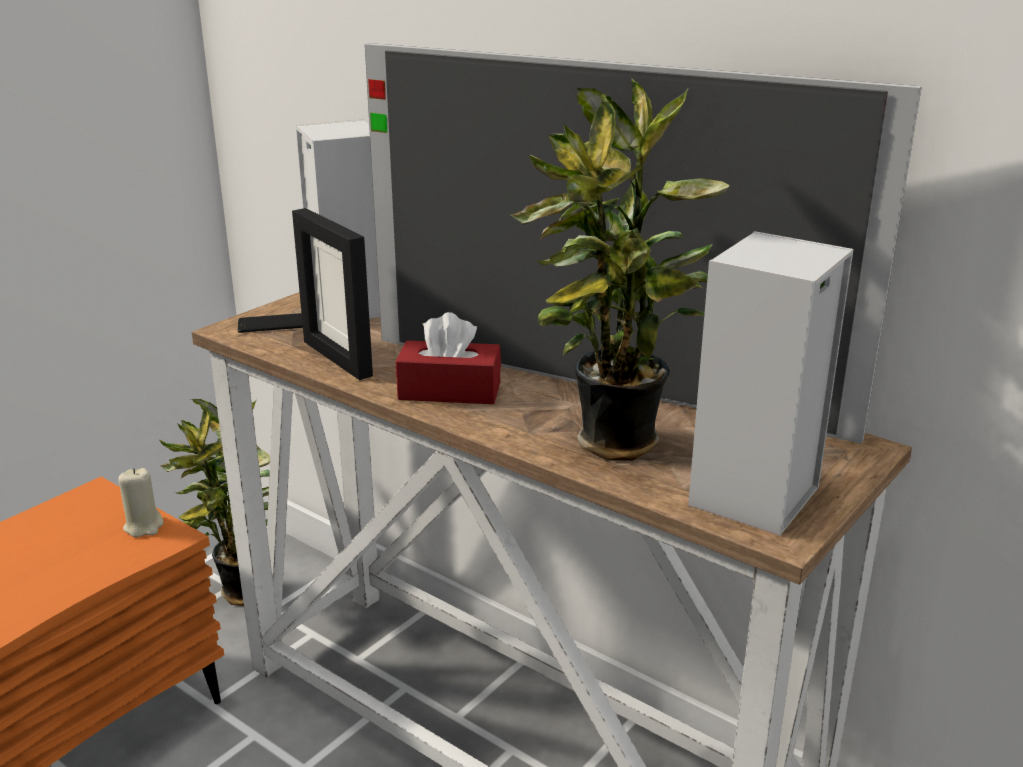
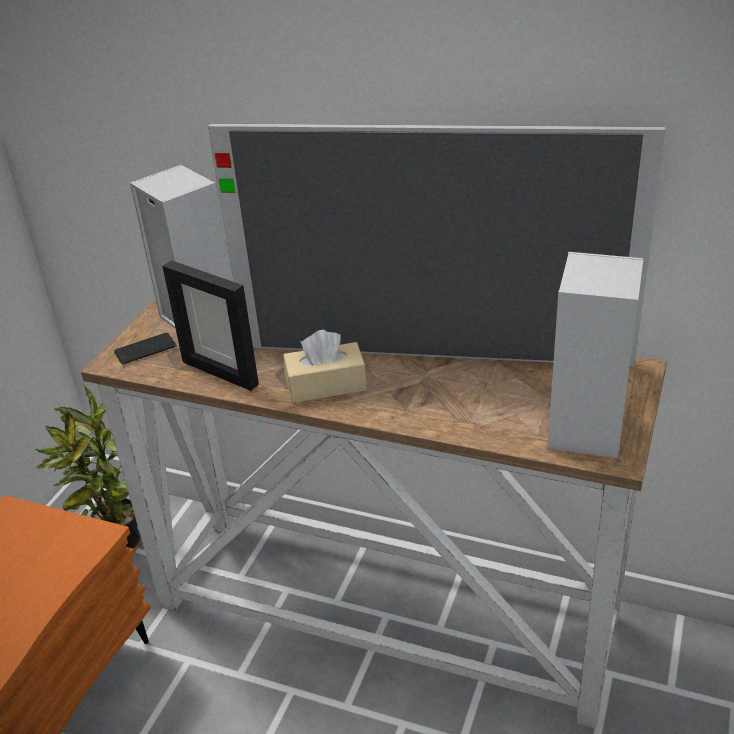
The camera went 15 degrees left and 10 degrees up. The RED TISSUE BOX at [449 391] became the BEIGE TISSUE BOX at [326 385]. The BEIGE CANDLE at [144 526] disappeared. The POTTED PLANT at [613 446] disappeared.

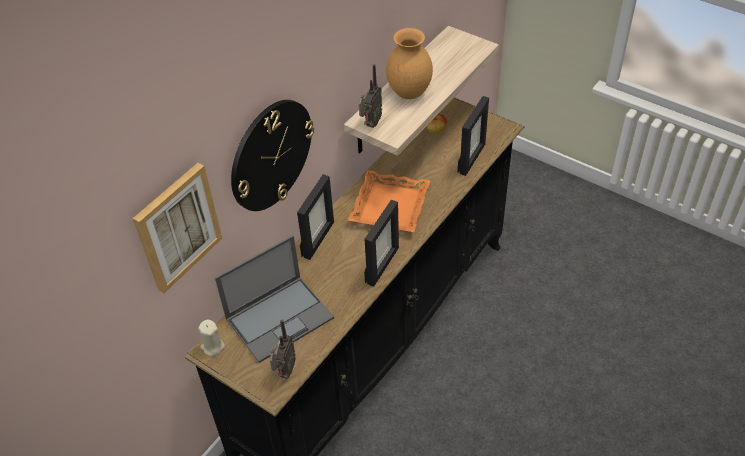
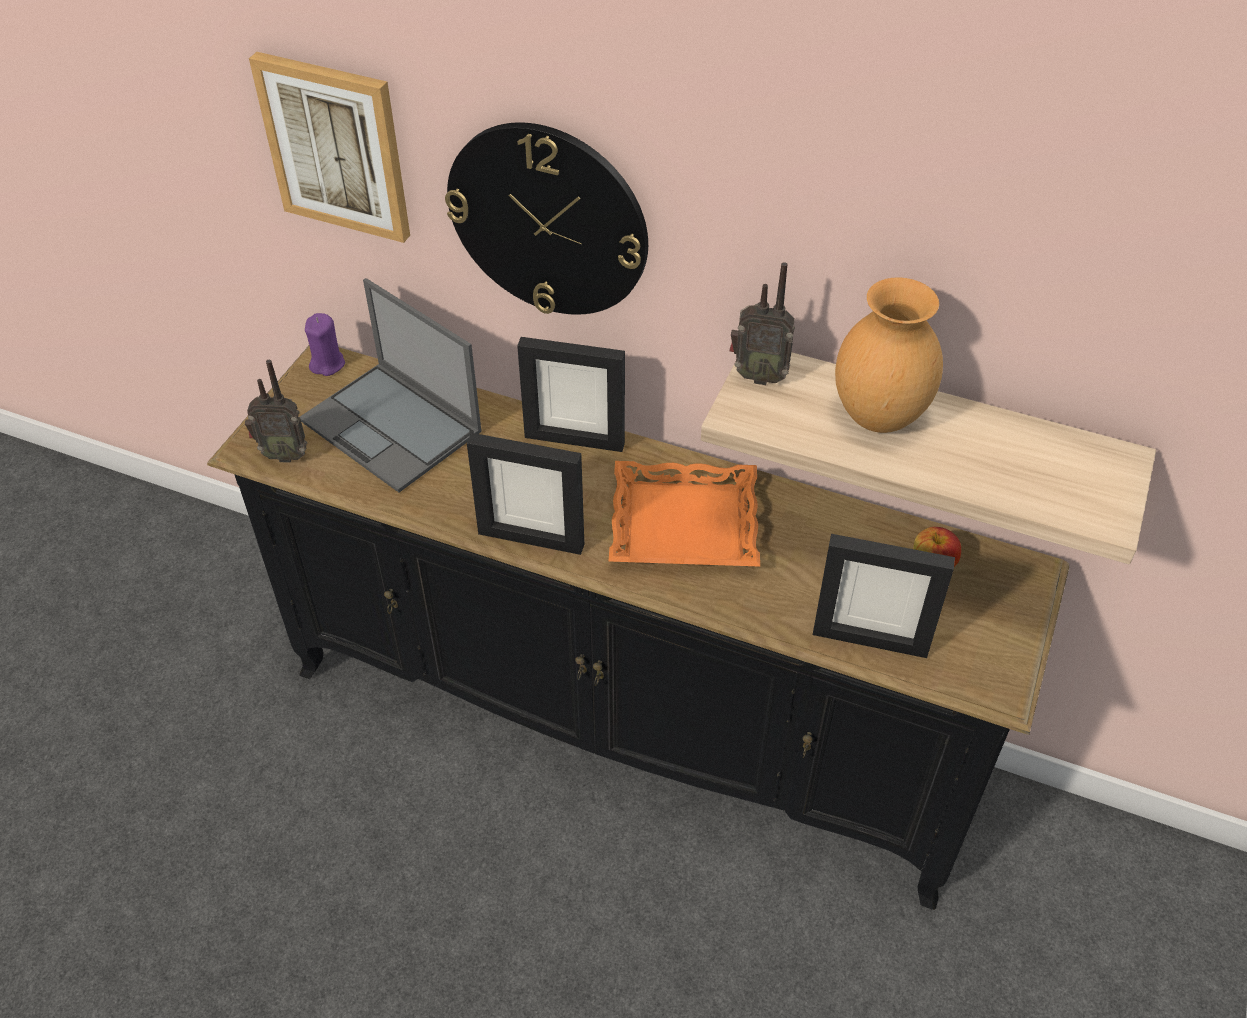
The camera went 75 degrees right and 0 degrees up. The BEIGE CANDLE at [213 347] became the PURPLE CANDLE at [327 364].

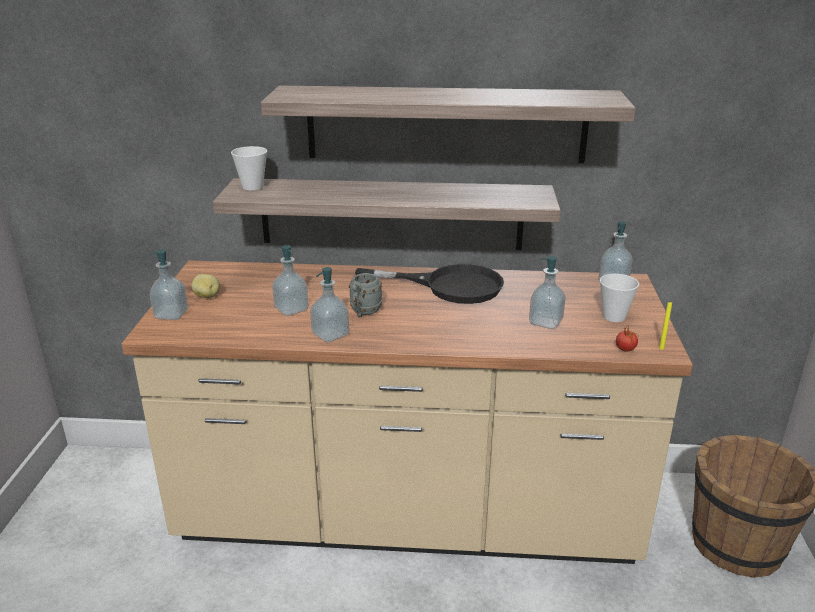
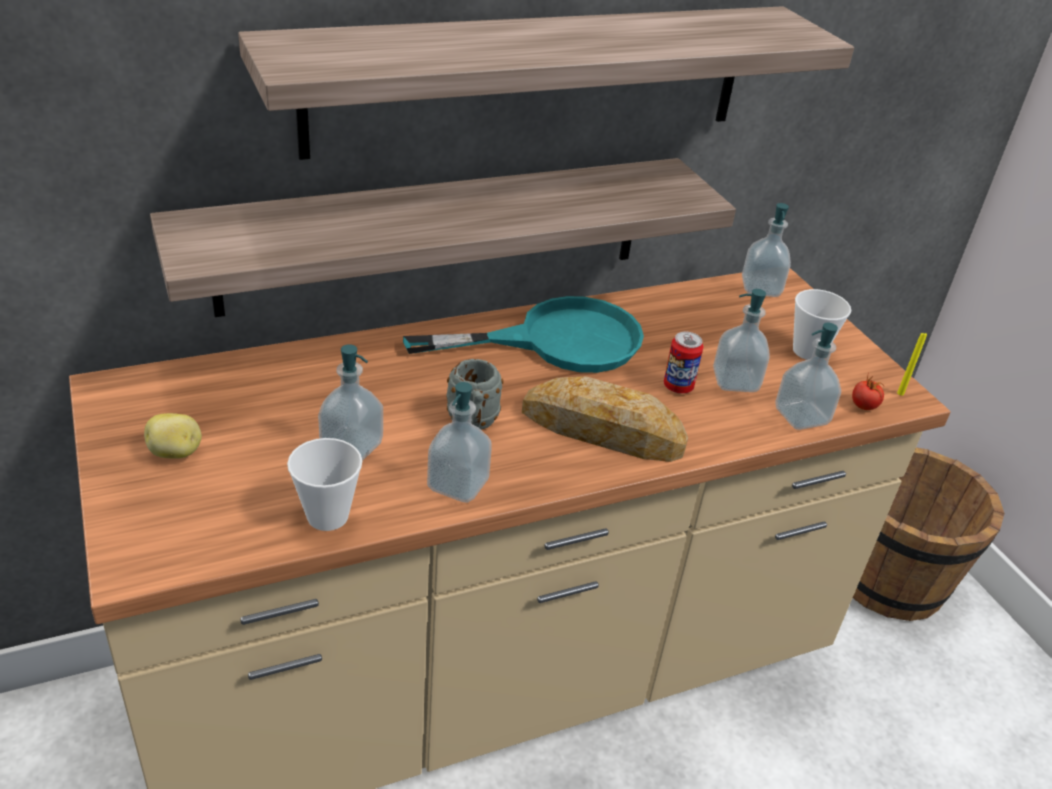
The camera went 30 degrees left and 10 degrees up. The CUP moved from [252 187] to [327 516]. The BLACK FRYING PAN at [449 286] became the TURQUOISE FRYING PAN at [557 341]. The BREAD at [602 430] appeared. The CAN at [678 387] appeared. The SOAP DISPENSER moved from [171 314] to [801 416].

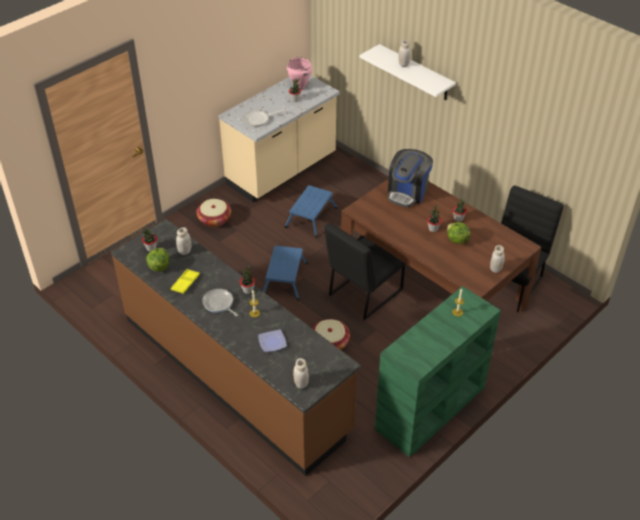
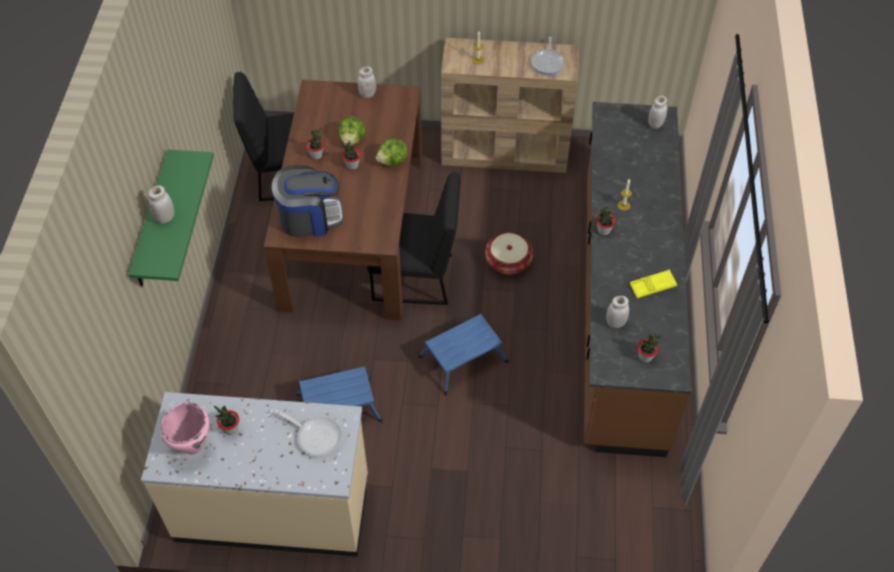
The camera went 130 degrees left and 10 degrees up. The WHITE SHELF at [415 73] became the GREEN SHELF at [152 222]. The LETTUCE moved from [159 266] to [393 161]. The GREEN BOOKCASE at [431 409] became the BROWN BOOKCASE at [504 150]. The FRYING PAN moved from [219 304] to [548 62]. The BASKET at [214 219] disappeared. The PLATE at [272 342] disappeared.

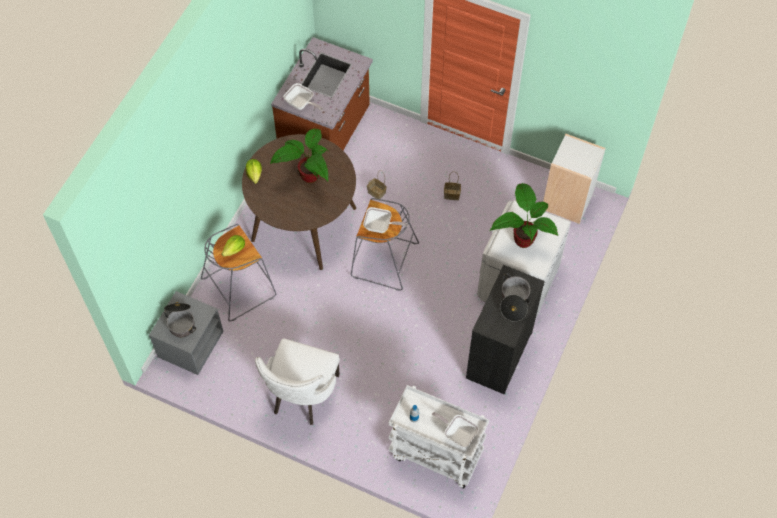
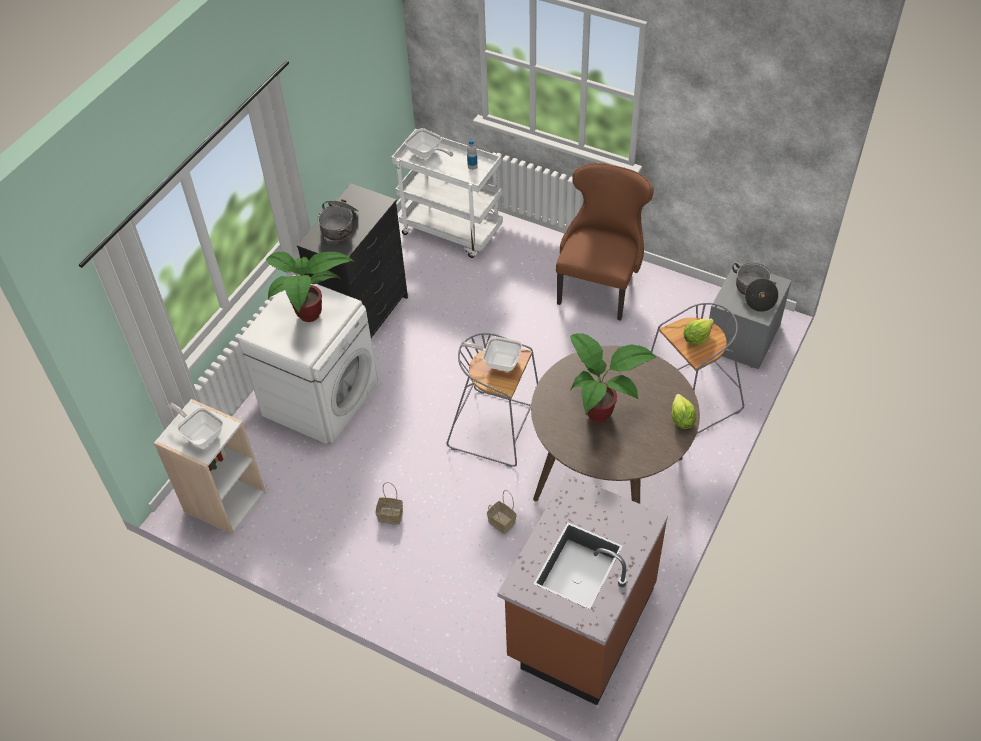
The camera went 175 degrees left and 10 degrees down. The FRYING PAN moved from [301 104] to [200 434]. The WHITE CHAIR at [302 395] became the BROWN CHAIR at [600 285].

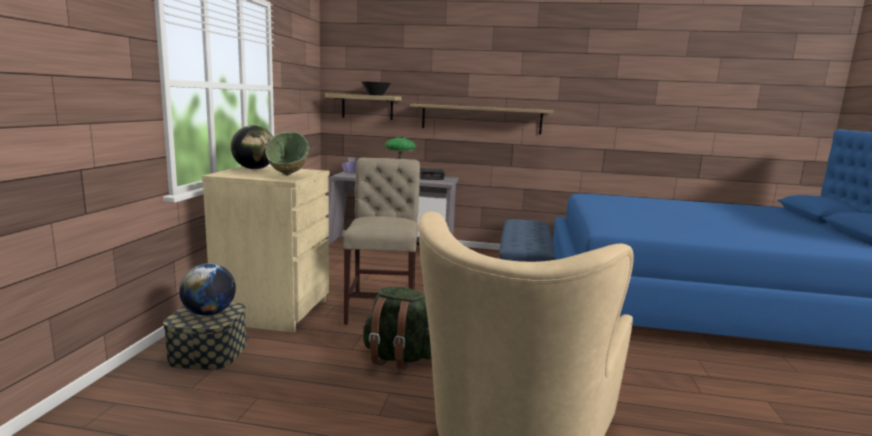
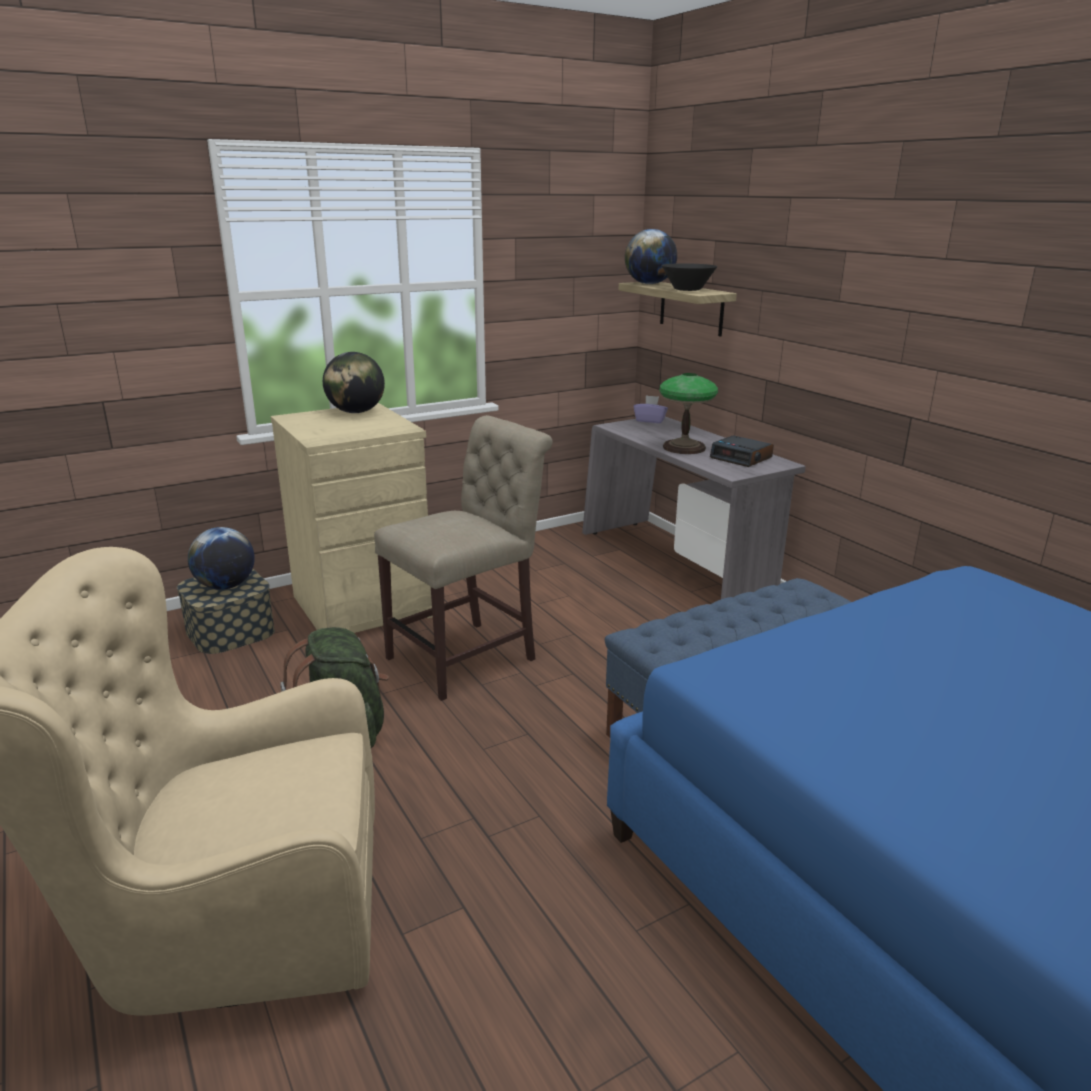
The camera went 50 degrees right and 10 degrees up. The GLOBE at [649 284] appeared. The GREEN BOWL at [288 177] disappeared. The SHELF at [481 119] disappeared.

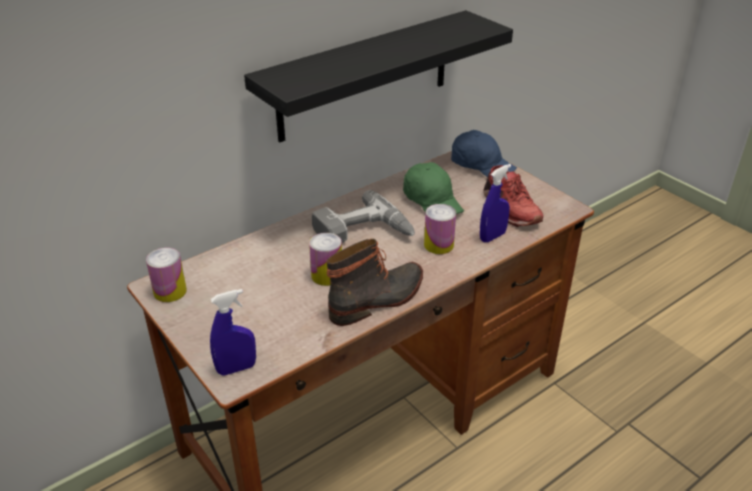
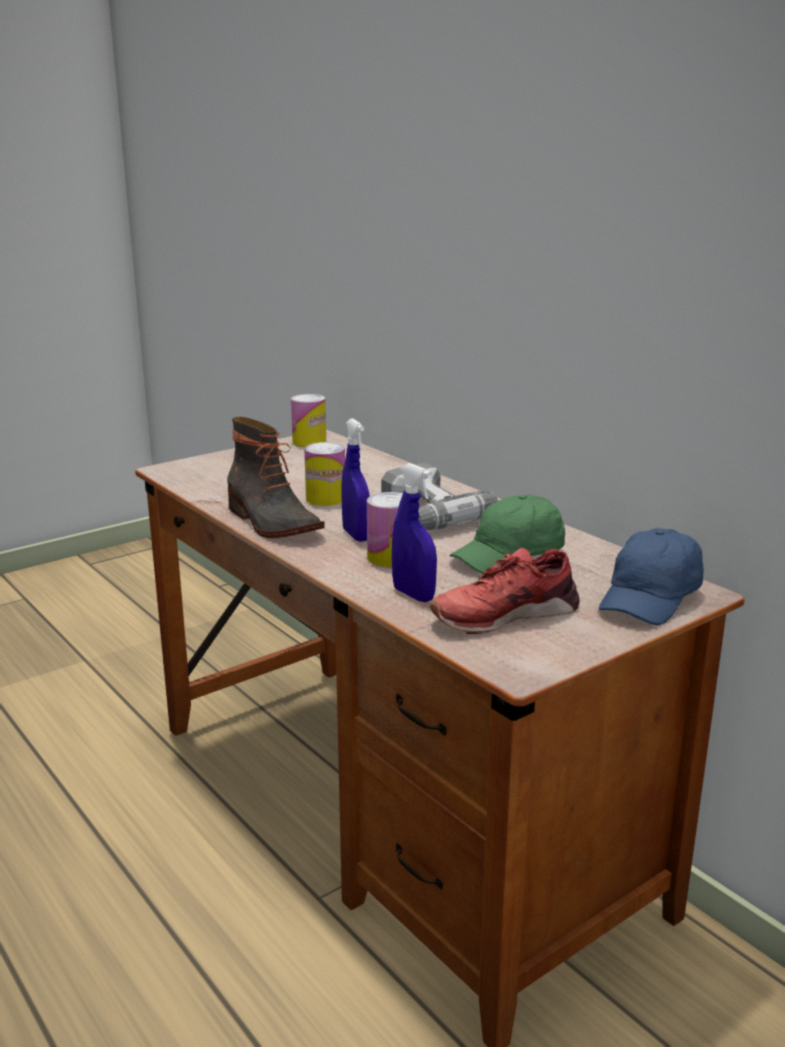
The camera went 90 degrees right and 15 degrees down. The BLUE SPRAY BOTTLE moved from [236 368] to [356 535]. The BLACK SHELF at [365 76] disappeared.

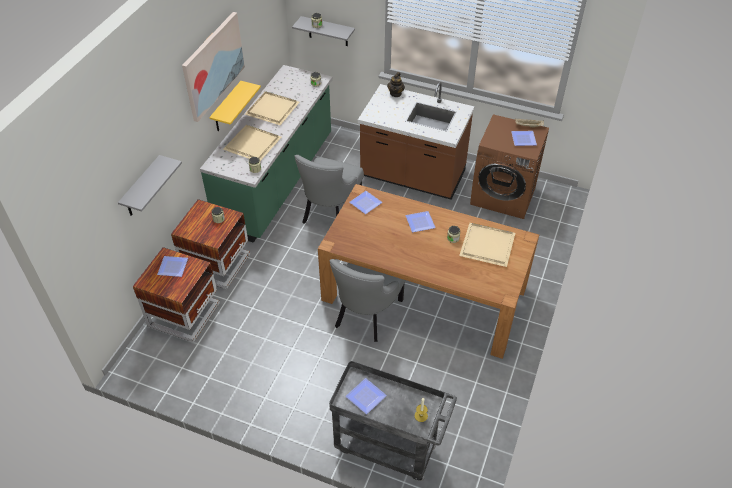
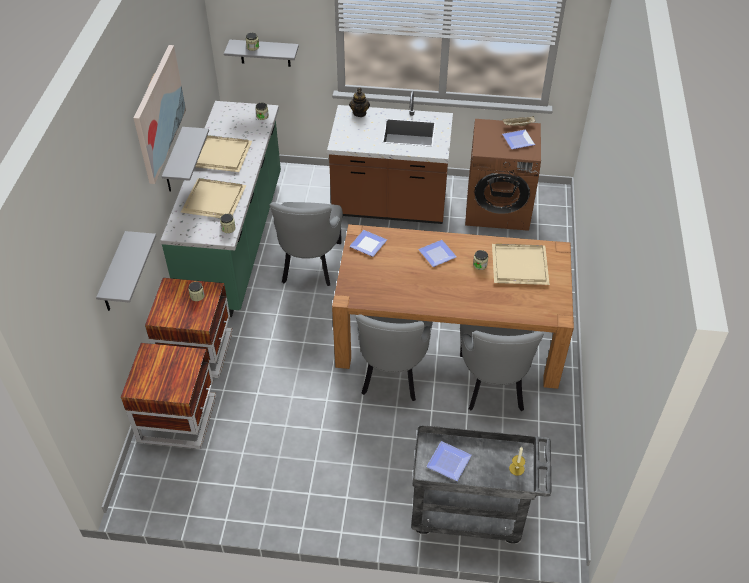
The camera went 15 degrees left and 0 degrees up. The YELLOW SHELF at [227 108] became the GREY SHELF at [174 162]. The GREY CHAIR at [493 381] appeared. The PLATE at [173 268] disappeared.

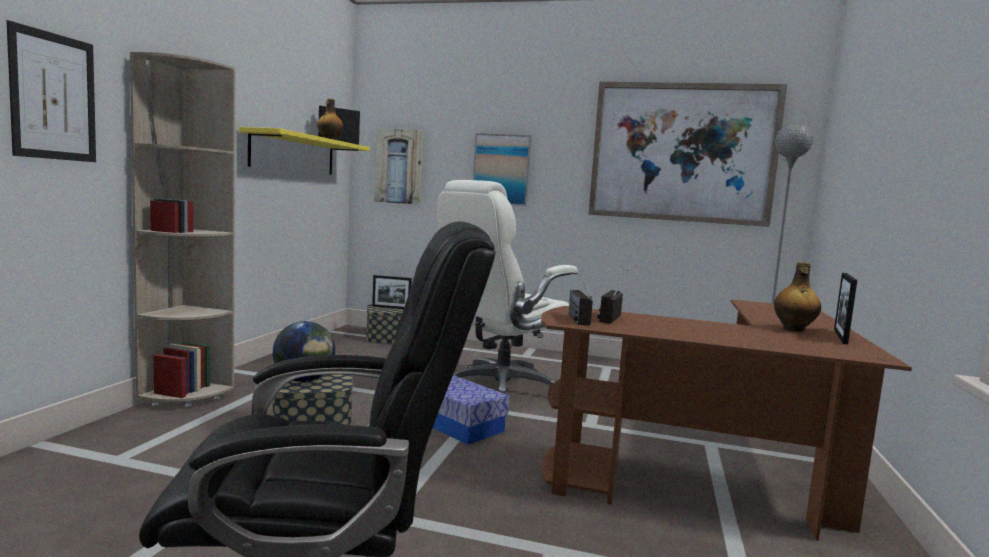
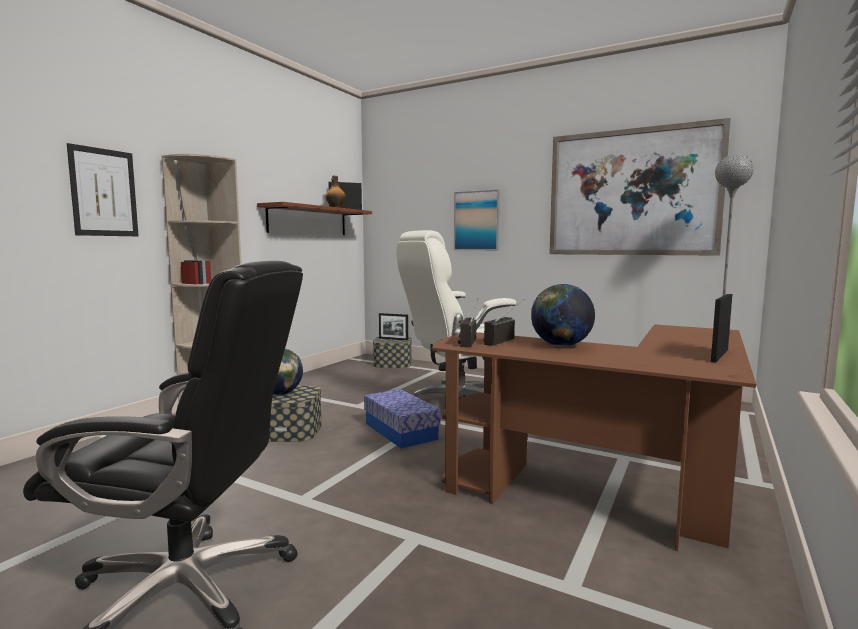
The camera went 15 degrees right and 0 degrees up. The YELLOW SHELF at [294 154] became the BROWN SHELF at [308 221]. The GLOBE at [561 346] appeared. The PICTURE at [399 166] disappeared. The BOTTLE at [793 329] disappeared.

